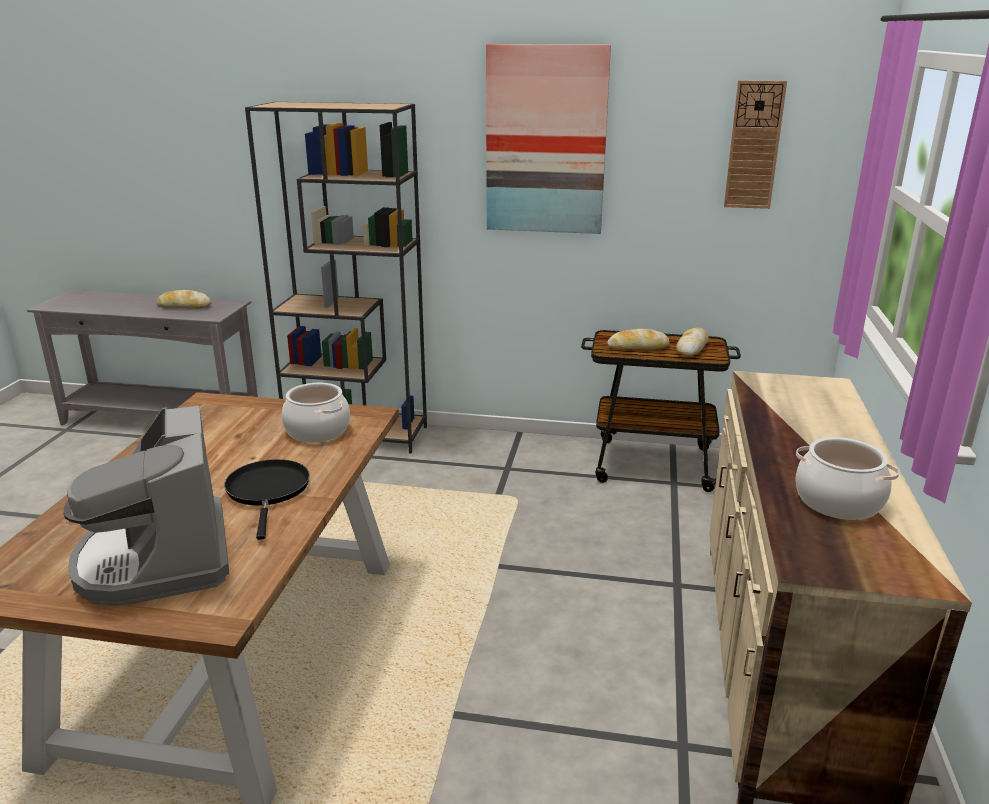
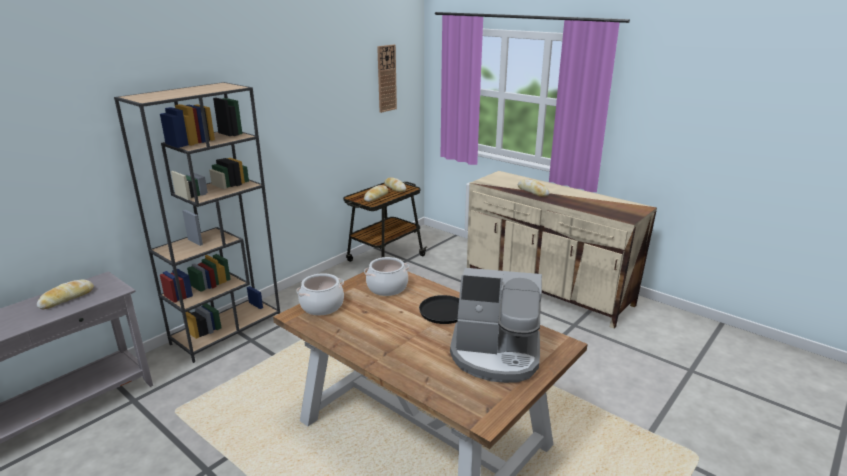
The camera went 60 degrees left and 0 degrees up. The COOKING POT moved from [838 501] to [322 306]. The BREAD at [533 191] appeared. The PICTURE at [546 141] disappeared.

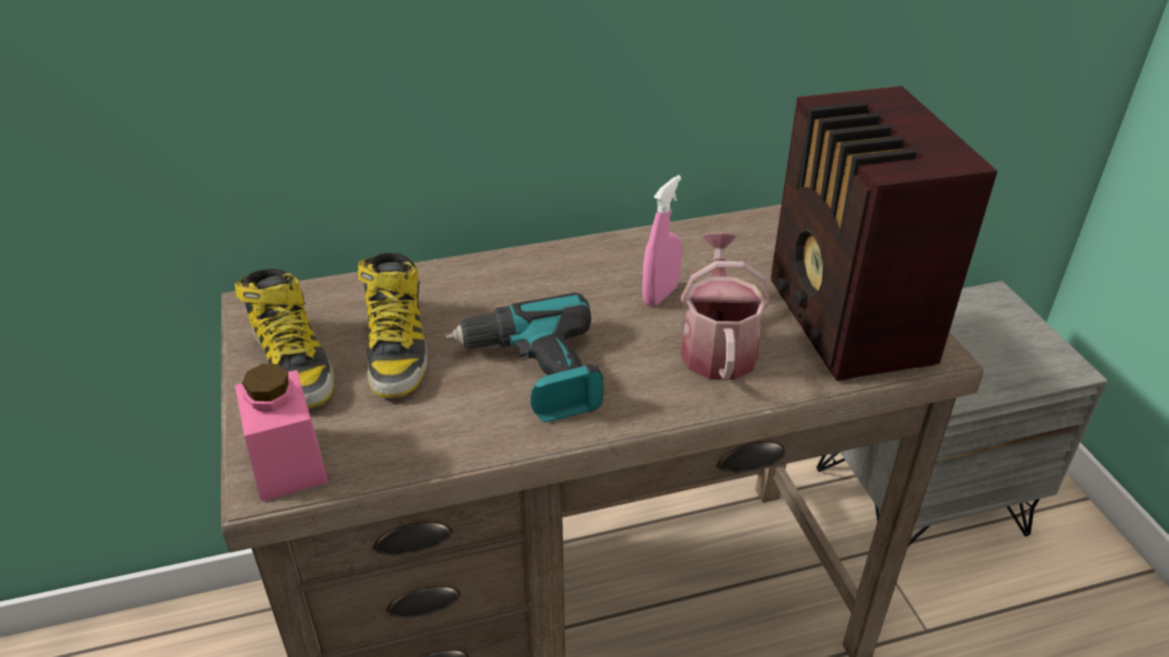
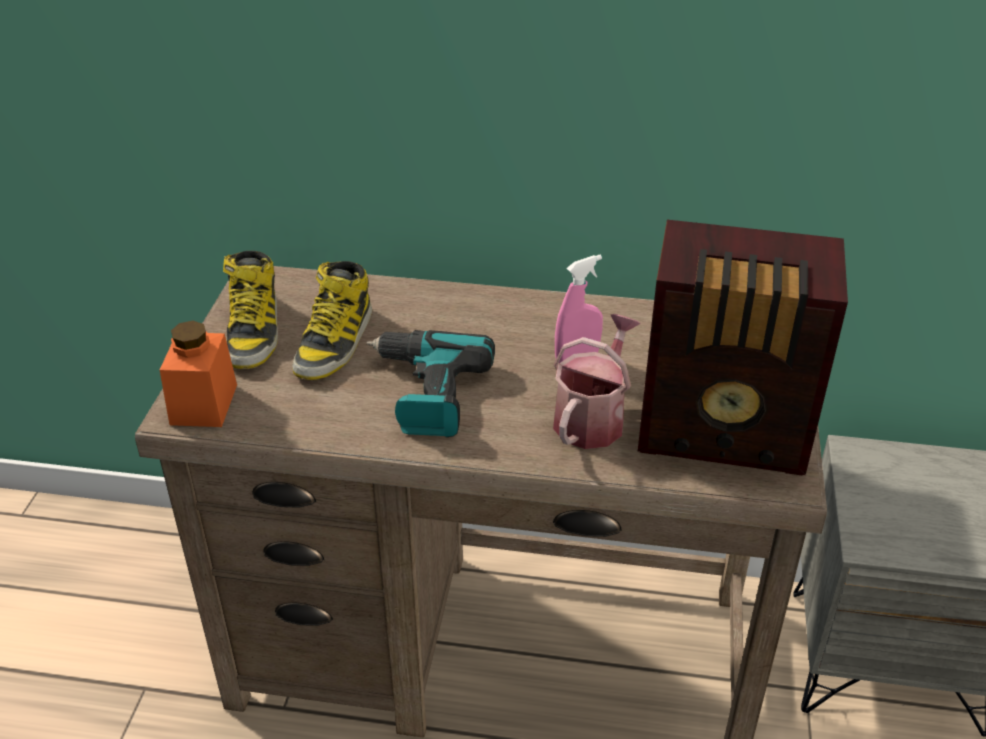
The camera went 25 degrees right and 0 degrees up. The PINK JAR at [288 463] became the ORANGE JAR at [204 404]. The RADIO at [847 324] turned 90 degrees counterclockwise.

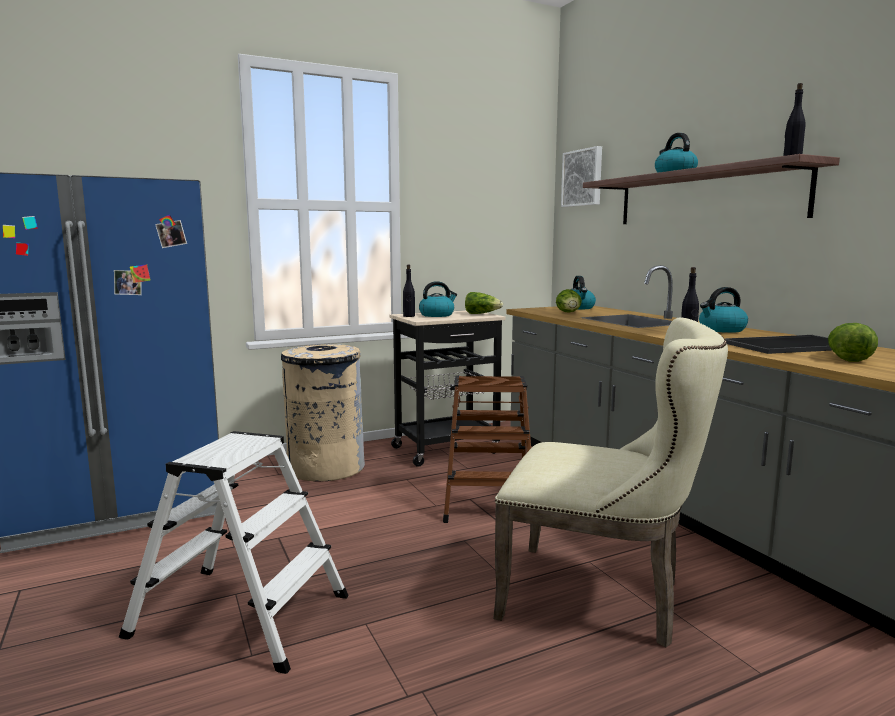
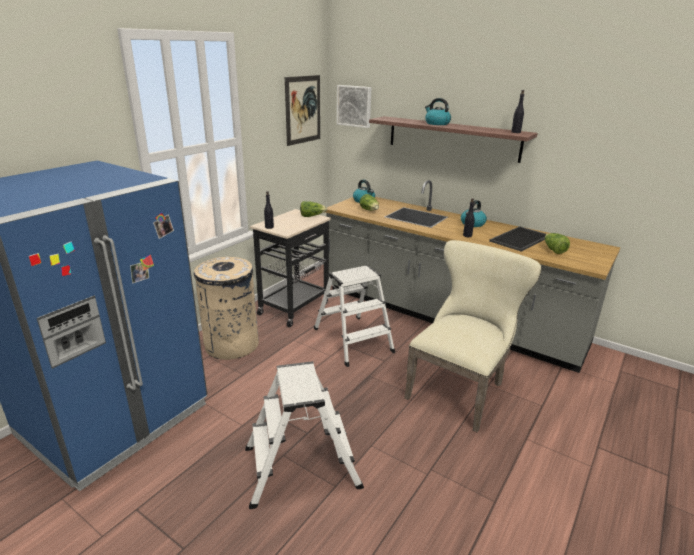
The camera went 30 degrees left and 15 degrees up. The PICTURE at [303 110] appeared. The BROWN STEP LADDER at [488 496] became the WHITE STEP LADDER at [352 339]. The BEIGE CHAIR at [602 597] turned 45 degrees counterclockwise. The KETTLE at [437 315] disappeared.

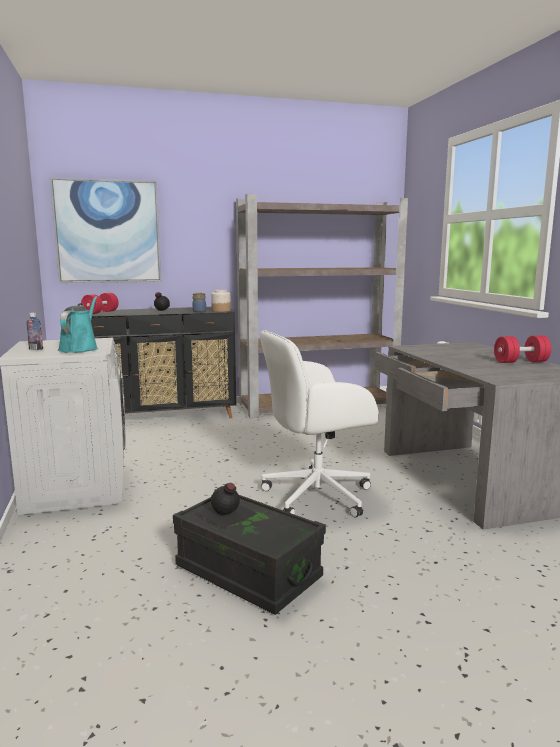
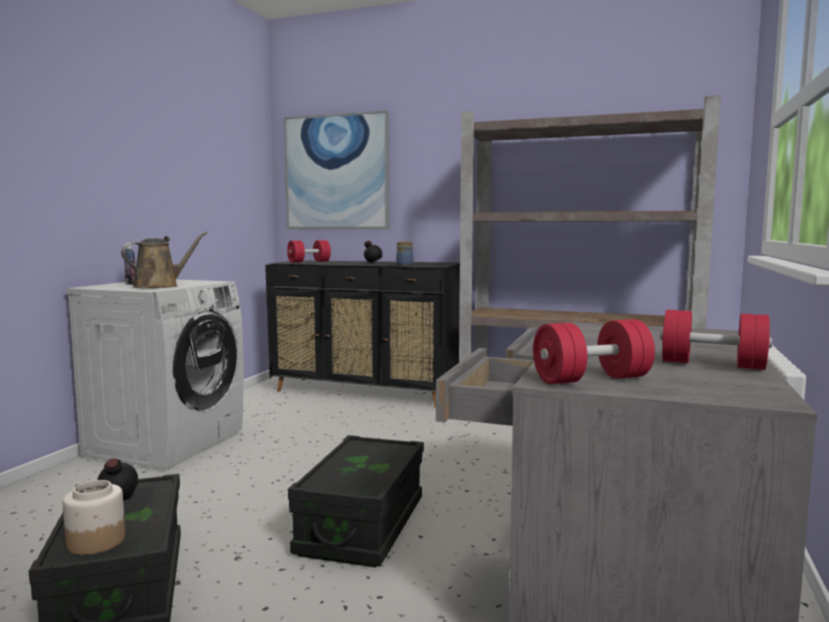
The camera went 35 degrees right and 5 degrees down. The JAR moved from [221 310] to [95 542]. The TURQUOISE WATERING CAN at [80 348] became the BROWN WATERING CAN at [160 286]. The WHITE OFFICE CHAIR at [317 495] was replaced by the BLACK STORAGE BOX at [362 526]. The RED DUMBBELL at [591 379] appeared.

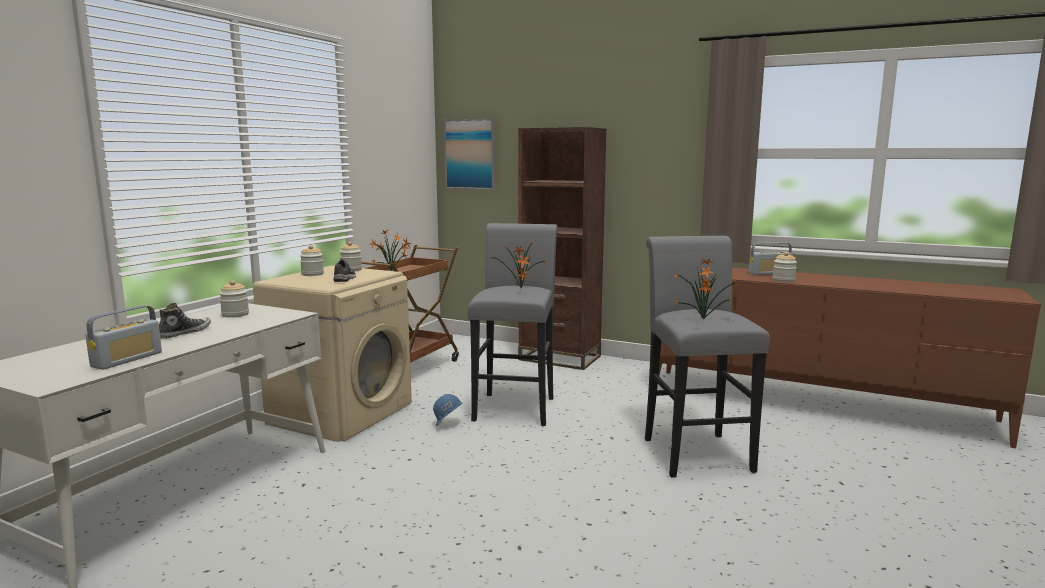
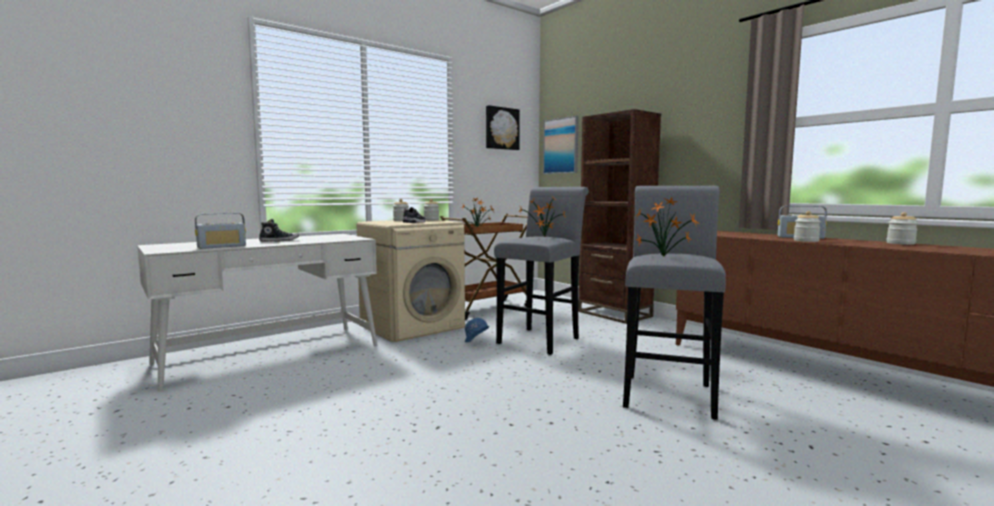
The camera went 25 degrees right and 5 degrees down. The PICTURE at [501 128] appeared. The JAR moved from [235 314] to [900 243].

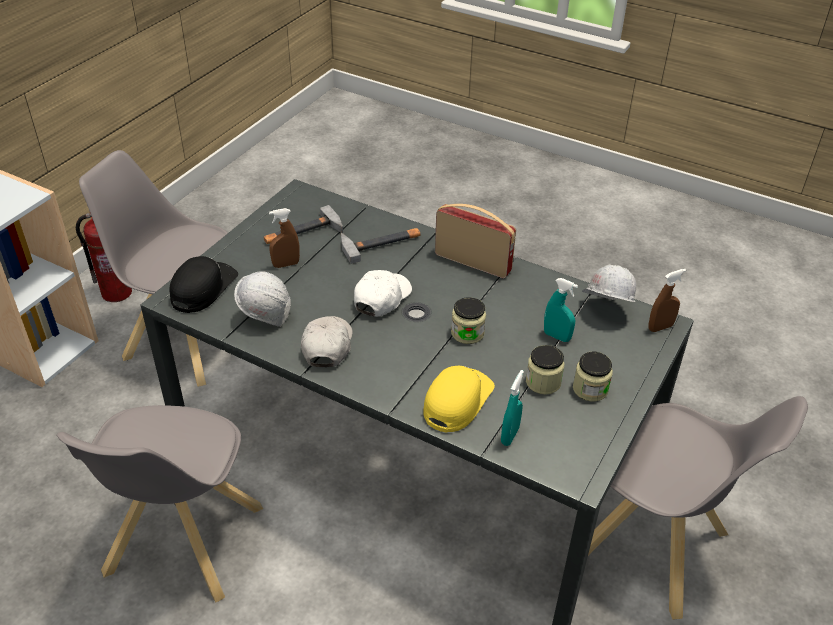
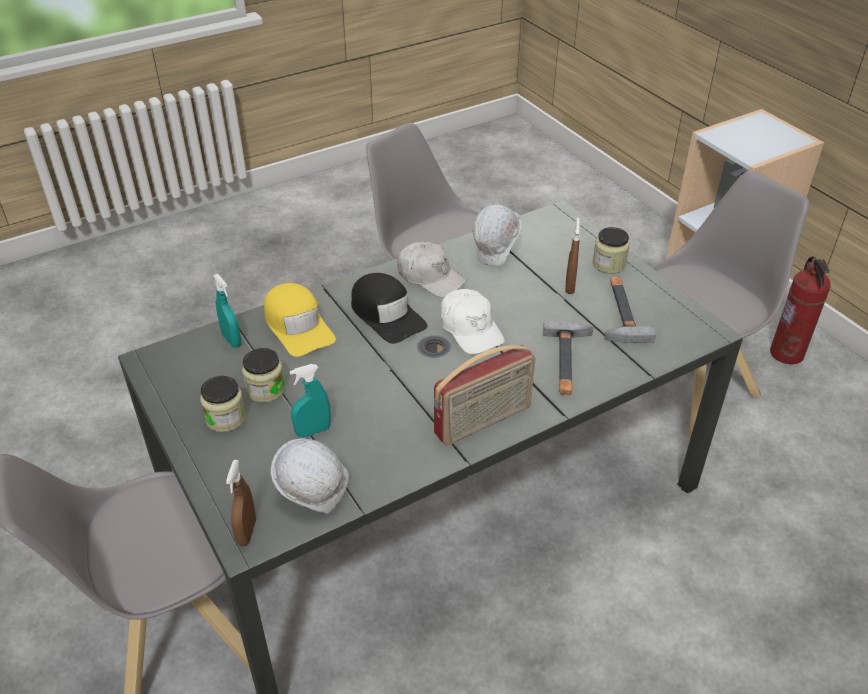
The camera went 120 degrees right and 0 degrees up. The BLACK CAP moved from [203 288] to [386 315]. The JAR moved from [467 333] to [609 264].

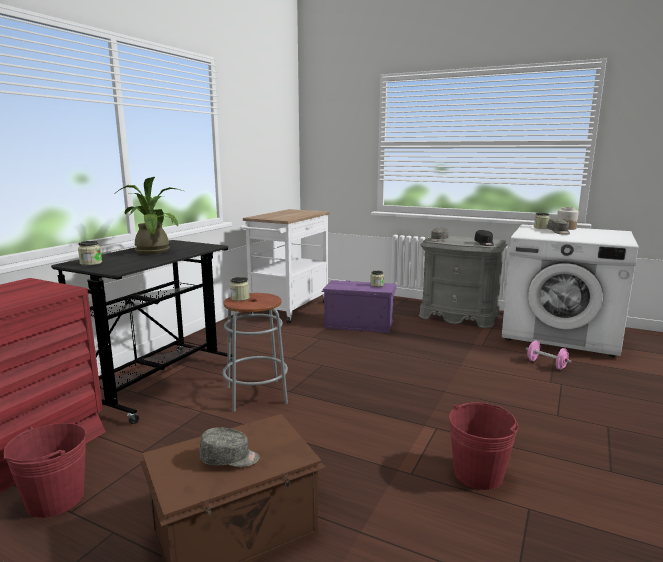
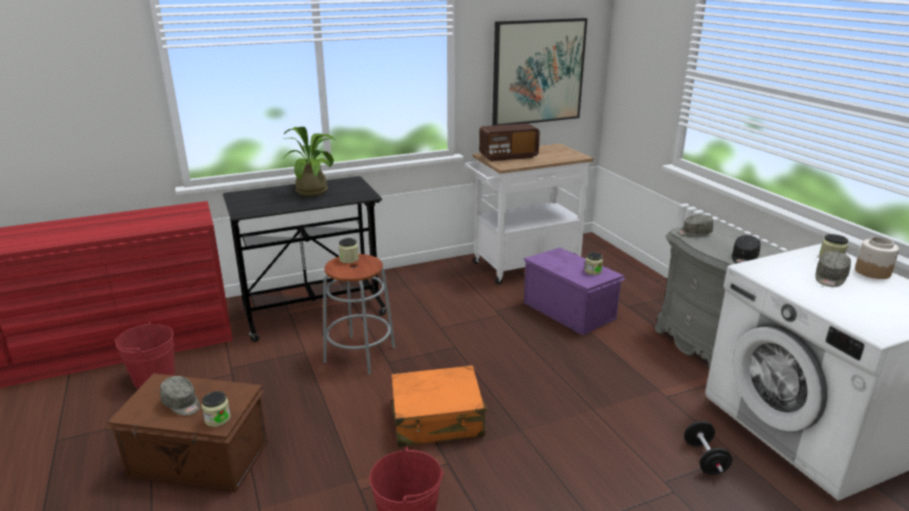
The camera went 40 degrees right and 10 degrees up. The JAR moved from [91 263] to [217 419]. The ORANGE SUITCASE at [437 419] appeared. The RADIO at [508 156] appeared. The PICTURE at [538 72] appeared. The PINK DUMBBELL at [546 364] became the BLACK DUMBBELL at [705 459].

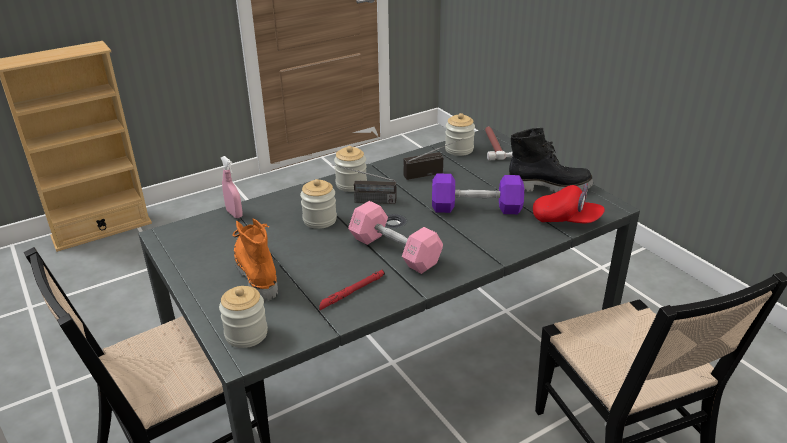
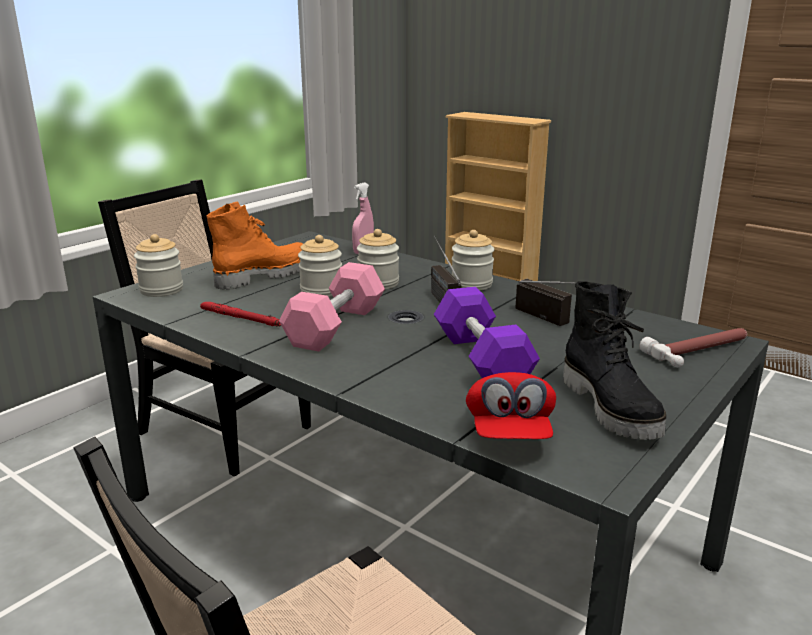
The camera went 70 degrees right and 10 degrees down. The JAR moved from [459 149] to [321 291].

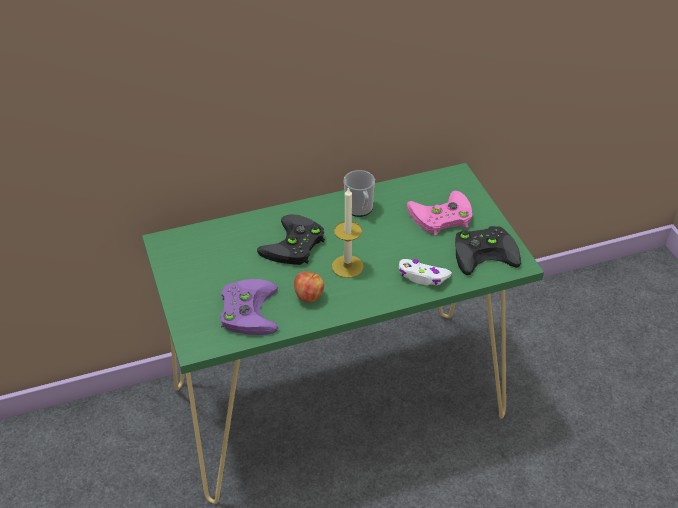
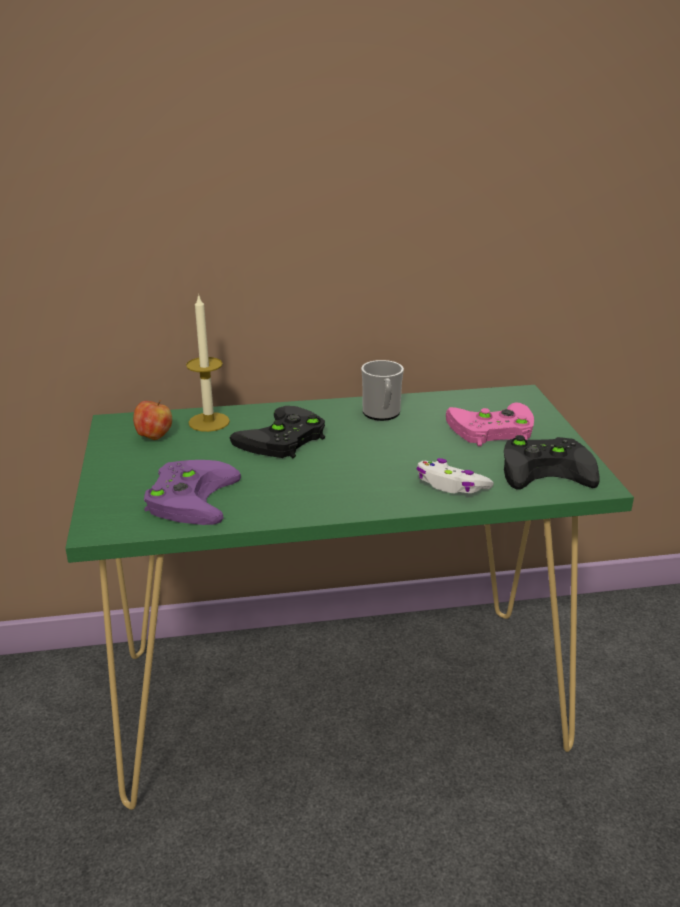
The camera went 10 degrees right and 15 degrees down. The APPLE moved from [309 296] to [154 436]. The CANDLE moved from [347 266] to [209 422].

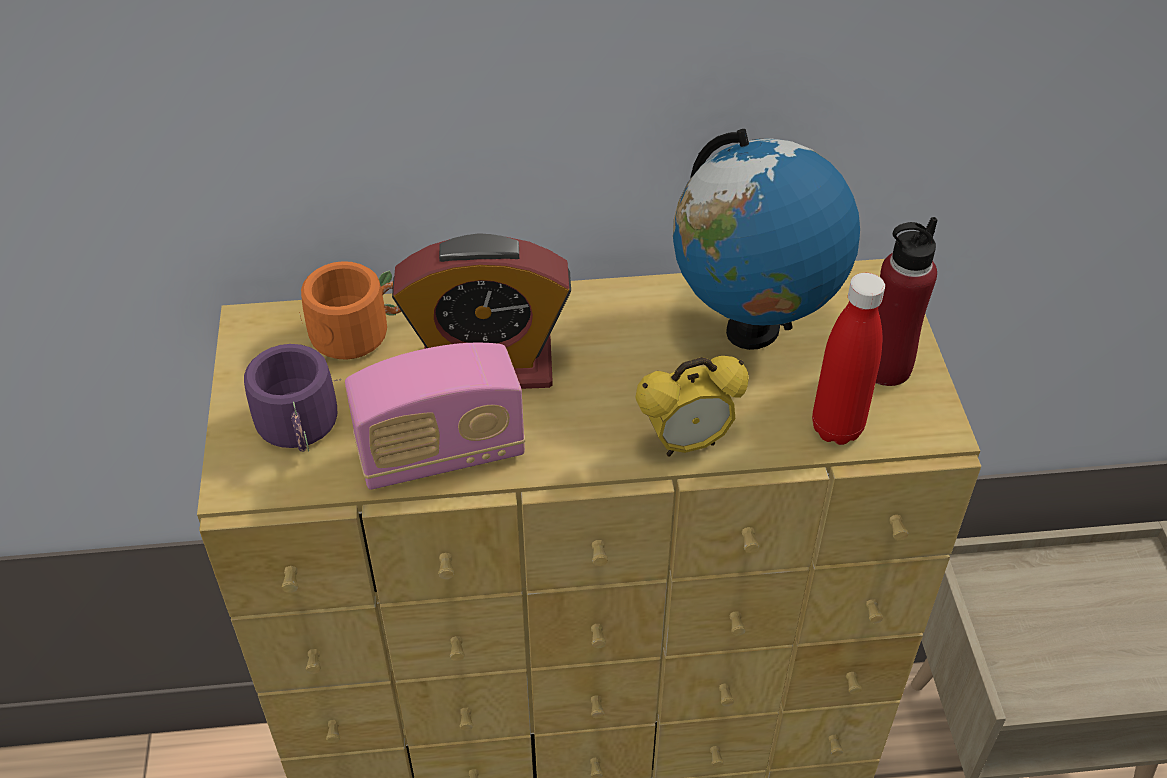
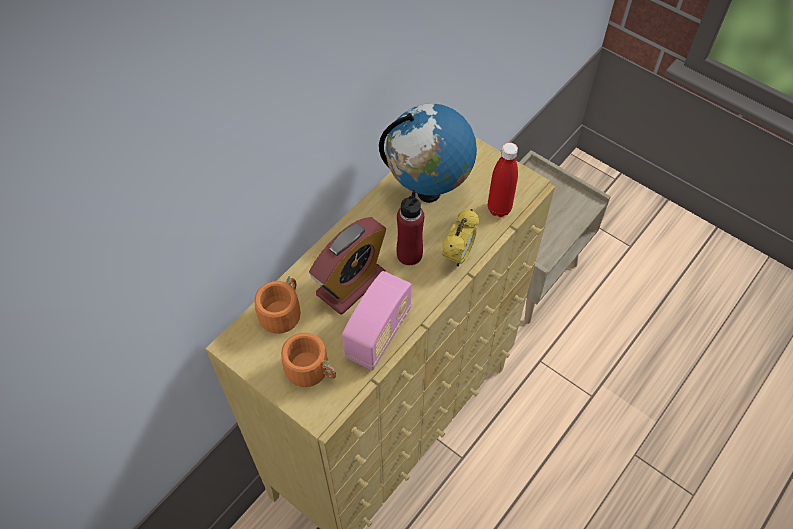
The camera went 45 degrees left and 10 degrees up. The PURPLE MUG at [304 428] became the ORANGE MUG at [313 369]. The RED BOTTLE moved from [885 367] to [409 254].

